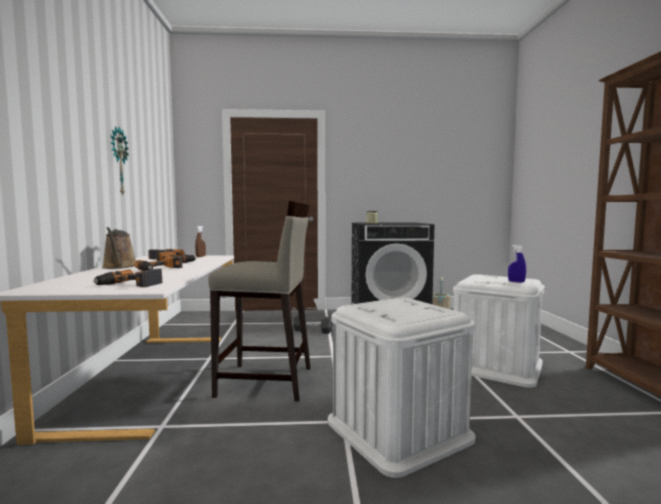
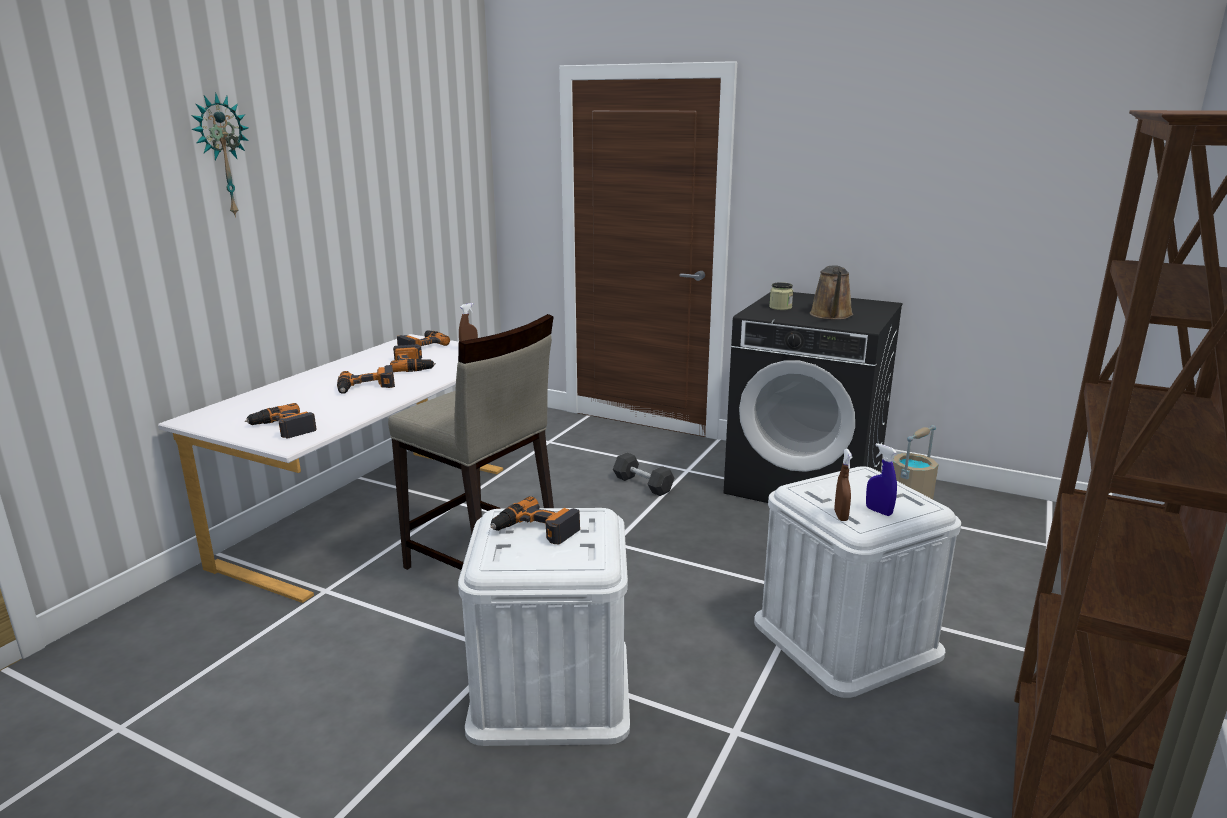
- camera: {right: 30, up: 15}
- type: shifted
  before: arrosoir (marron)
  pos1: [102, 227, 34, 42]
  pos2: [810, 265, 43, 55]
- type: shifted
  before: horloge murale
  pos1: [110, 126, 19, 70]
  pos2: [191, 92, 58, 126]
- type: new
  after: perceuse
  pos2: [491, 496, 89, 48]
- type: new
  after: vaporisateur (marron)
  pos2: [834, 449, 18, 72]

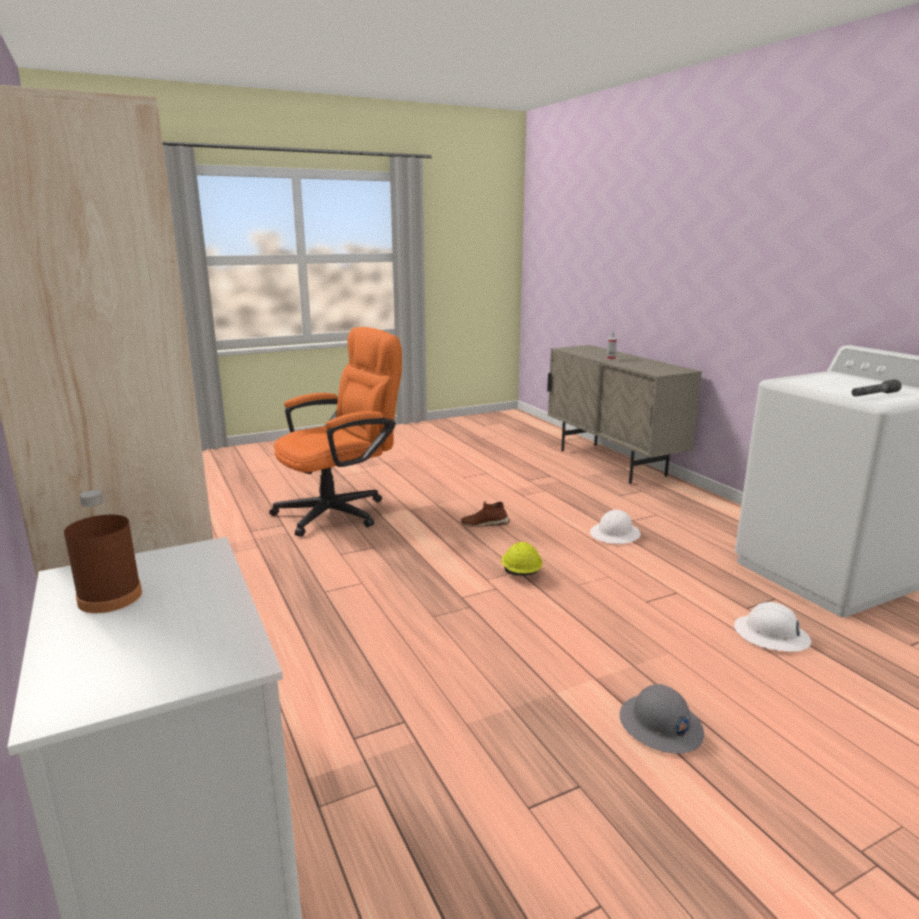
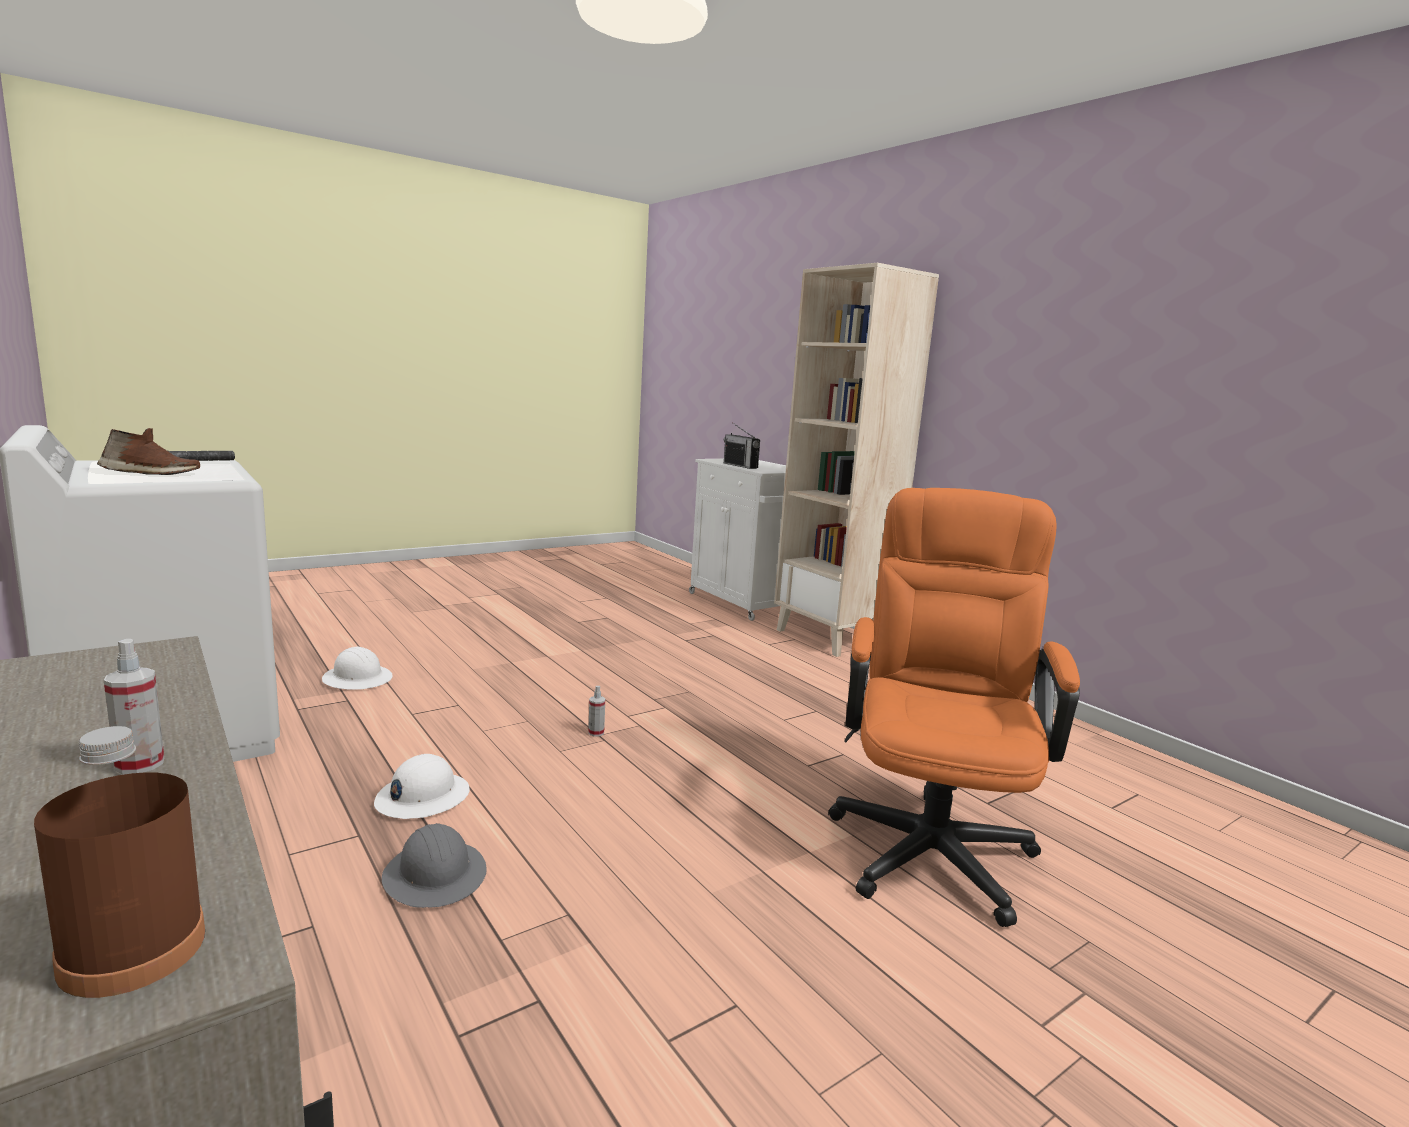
- camera: {right: 170, up: -5}
- type: shifted
  before: bouteille (marron)
  pos1: [64, 490, 78, 123]
  pos2: [34, 726, 171, 272]
- type: rotated
  before: chaise de bureau (orange)
  pos1: [269, 327, 133, 210]
  pos2: [828, 488, 252, 439]
  turn: 150
- type: shifted
  before: chaussure (marron)
  pos1: [461, 501, 49, 26]
  pos2: [97, 428, 103, 47]
- type: swapped
  before: casque de chantier (jaune)
  after: vaporisateur
  pos1: [501, 542, 42, 34]
  pos2: [588, 686, 17, 50]
- type: shifted
  before: casque de chantier (gris)
  pos1: [620, 684, 84, 70]
  pos2: [382, 823, 104, 85]
- type: new
  after: radio
  pos2: [724, 422, 36, 47]

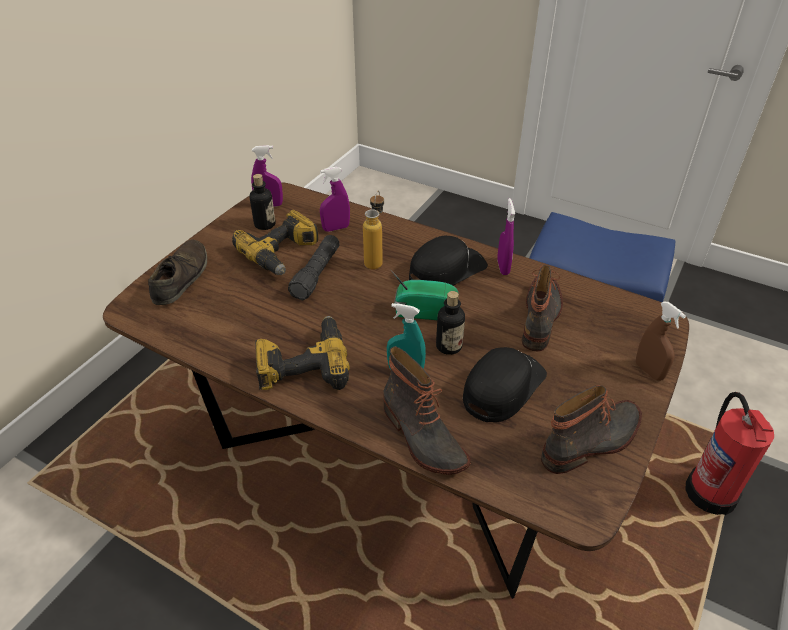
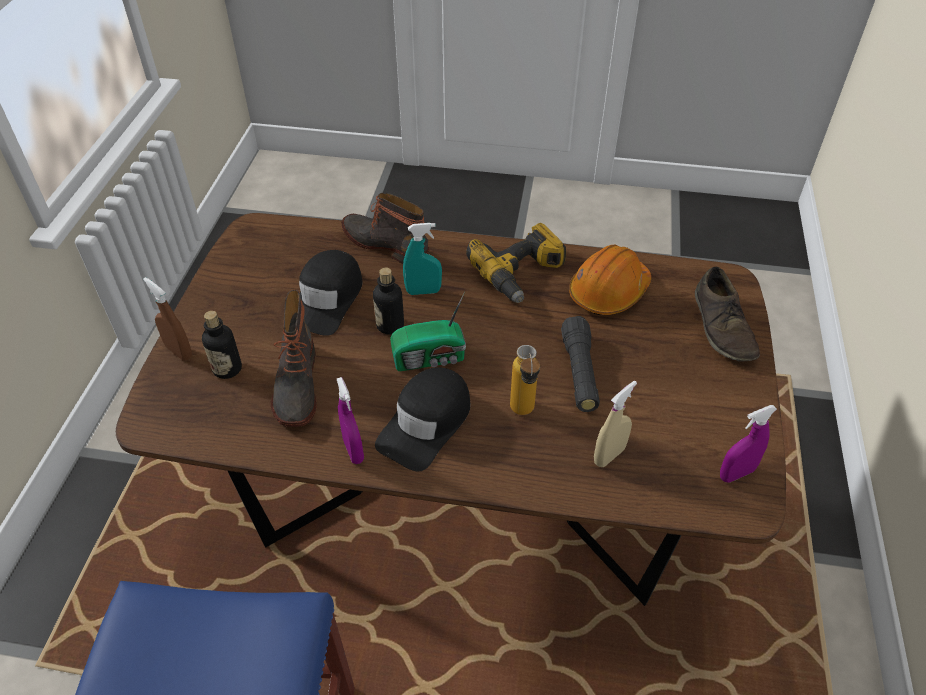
- camera: {right: 160, up: 5}
- type: gone
  before: perceuse
  pos1: [232, 210, 86, 65]
- type: shifted
  before: bouteille
  pos1: [250, 174, 26, 56]
  pos2: [202, 311, 40, 68]
- type: repainted
  before: vaporisateur (violet)
  after: vaporisateur (beige)
  pos1: [320, 167, 30, 65]
  pos2: [594, 381, 43, 86]
- type: gone
  before: botte
  pos1: [541, 385, 101, 89]
- type: gone
  before: extincteur
  pos1: [686, 392, 88, 123]
- type: new
  after: casque de chantier (orange)
  pos2: [569, 245, 82, 70]

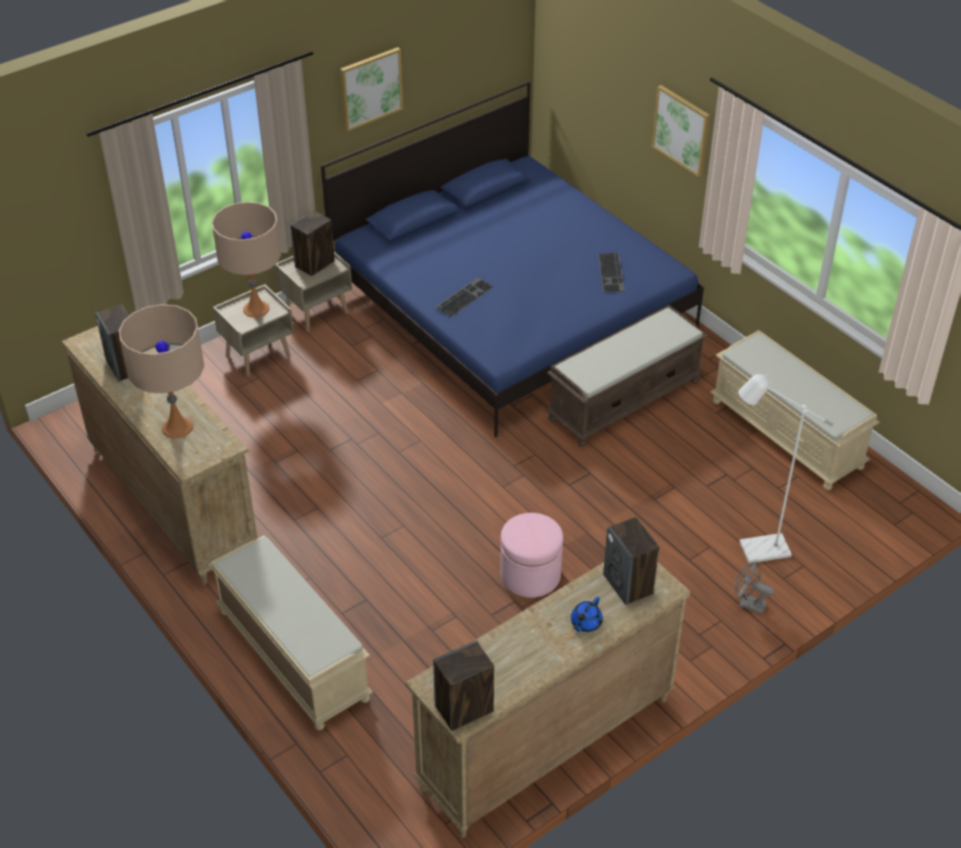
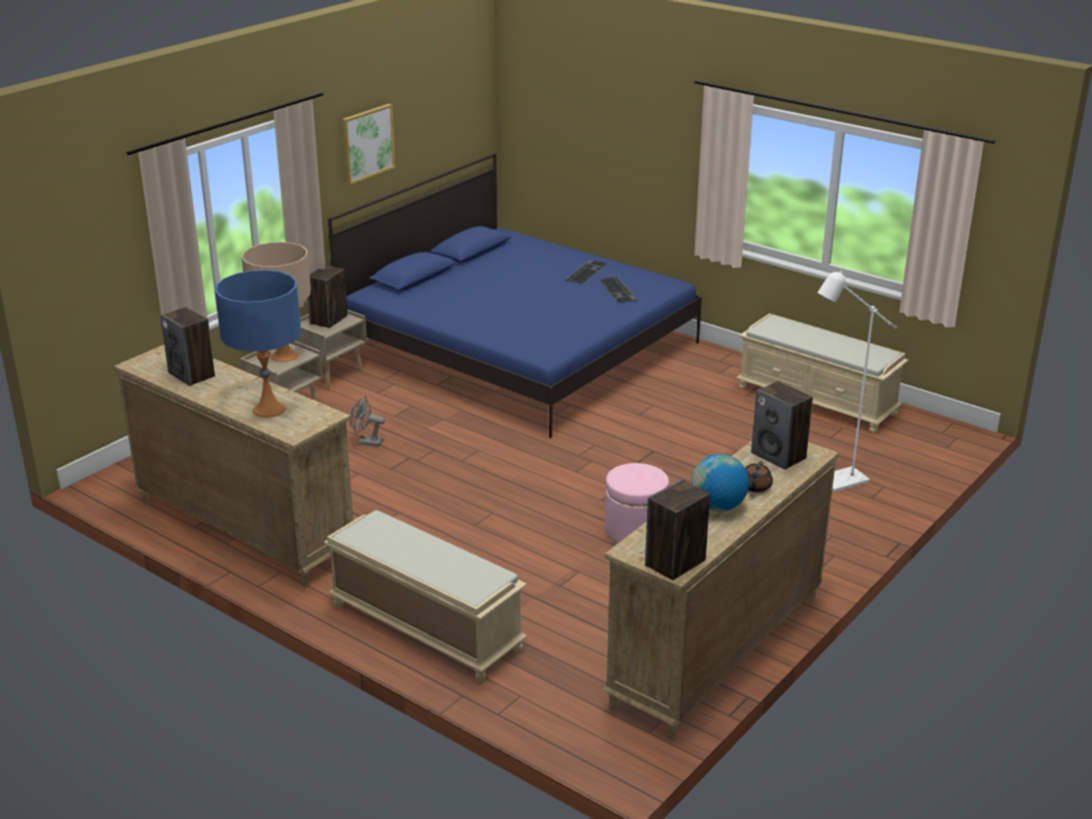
- camera: {right: -15, up: -15}
- type: repainted
  before: lampe de table (beige)
  after: lampe de table (bleu)
  pos1: [119, 304, 85, 135]
  pos2: [215, 270, 86, 148]
- type: shifted
  before: clavier
  pos1: [436, 277, 57, 40]
  pos2: [565, 259, 43, 25]
- type: gone
  before: banc (marron)
  pos1: [546, 305, 162, 142]
- type: repainted
  before: théière (bleu)
  after: théière (marron)
  pos1: [571, 597, 32, 35]
  pos2: [745, 461, 28, 31]
- type: gone
  before: tableau
  pos1: [652, 85, 58, 92]
- type: shifted
  before: ventilateur (gris)
  pos1: [735, 561, 40, 53]
  pos2: [350, 397, 35, 49]
- type: new
  after: globe
  pos2: [691, 454, 58, 57]

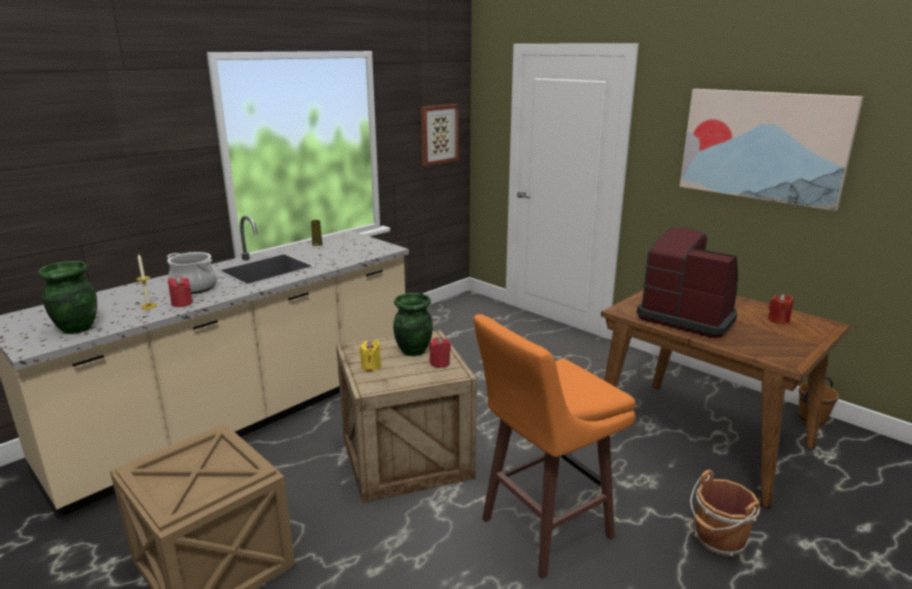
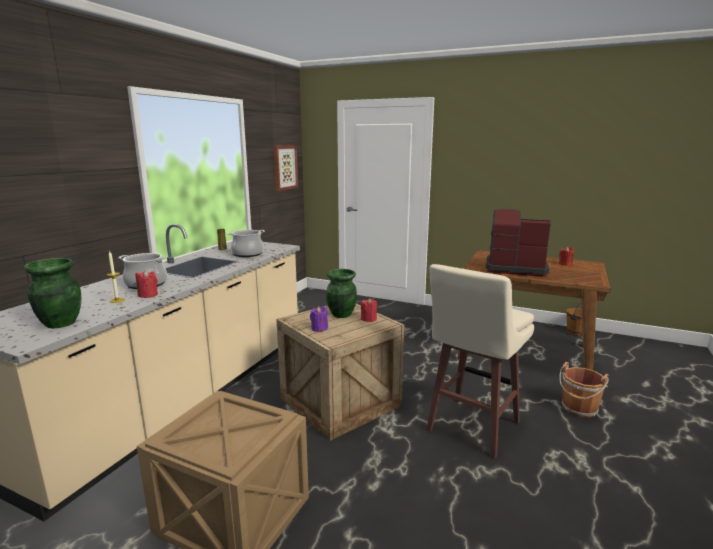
- camera: {right: -20, up: -5}
- type: repainted
  before: bougie (jaune)
  after: bougie (violet)
  pos1: [360, 340, 21, 31]
  pos2: [310, 306, 18, 26]
- type: repainted
  before: tabouret (orange)
  after: tabouret (beige)
  pos1: [473, 314, 162, 265]
  pos2: [426, 264, 108, 195]
- type: gone
  before: tableau
  pos1: [680, 89, 183, 122]
- type: new
  after: marmite
  pos2: [227, 230, 38, 27]

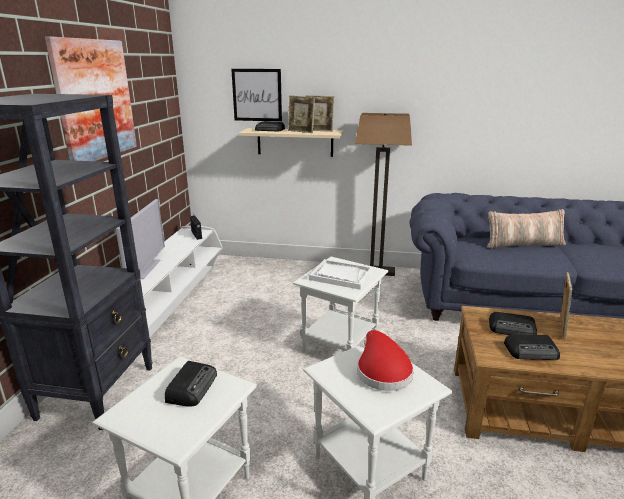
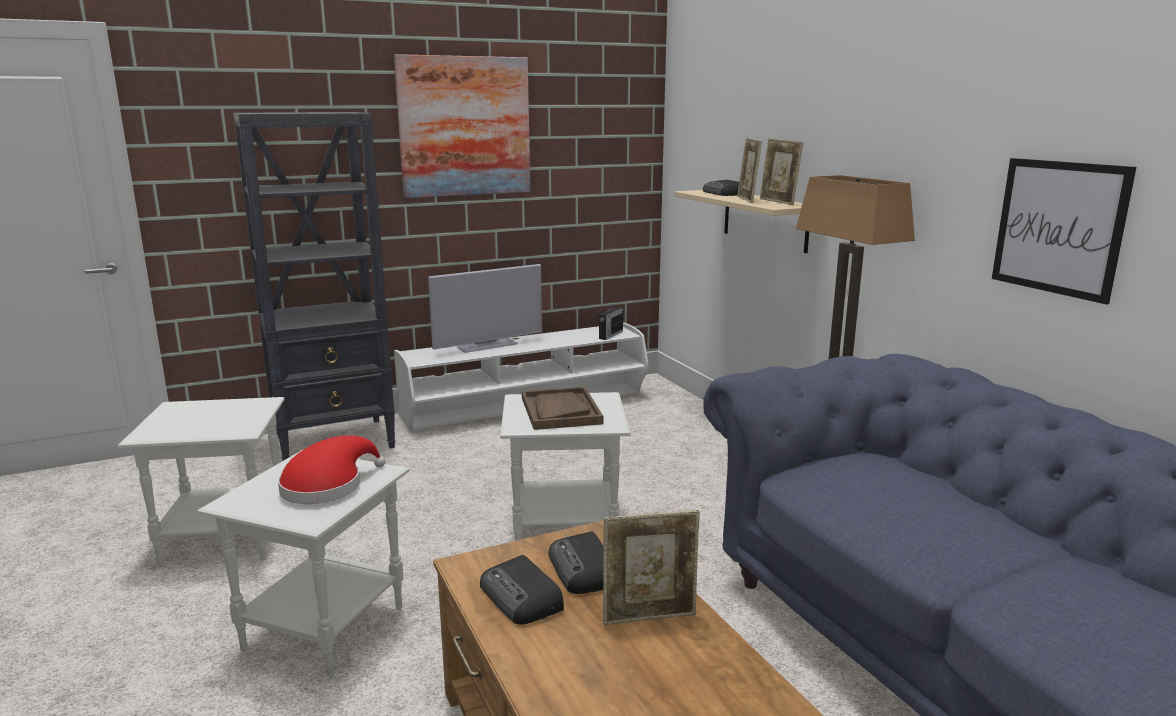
- camera: {right: 55, up: -5}
- type: gone
  before: radio
  pos1: [165, 361, 52, 46]
- type: shifted
  before: tableau
  pos1: [231, 69, 51, 53]
  pos2: [992, 158, 145, 147]
- type: repainted
  before: plateau (blanc)
  after: plateau (marron)
  pos1: [309, 259, 64, 31]
  pos2: [522, 387, 81, 43]
- type: gone
  before: coussin
  pos1: [487, 209, 79, 39]

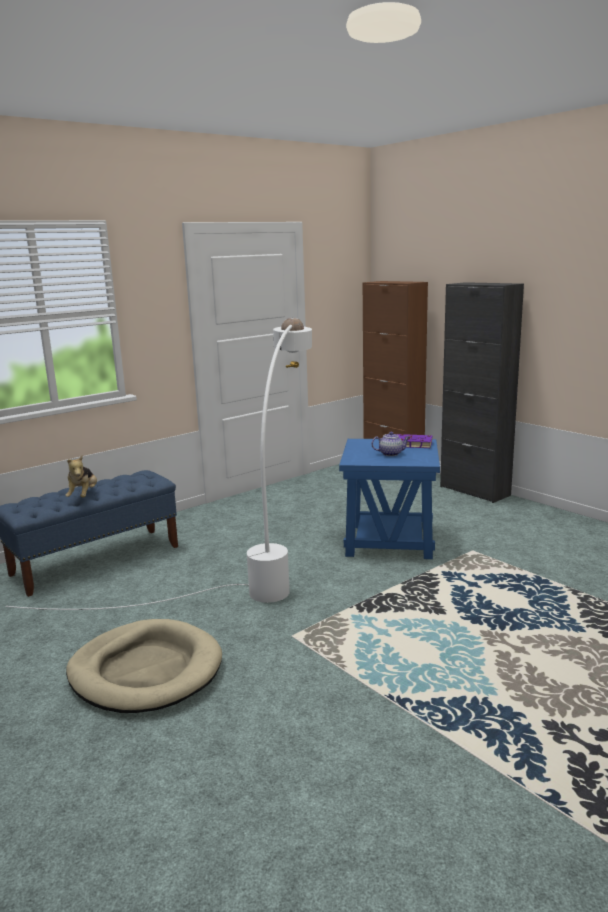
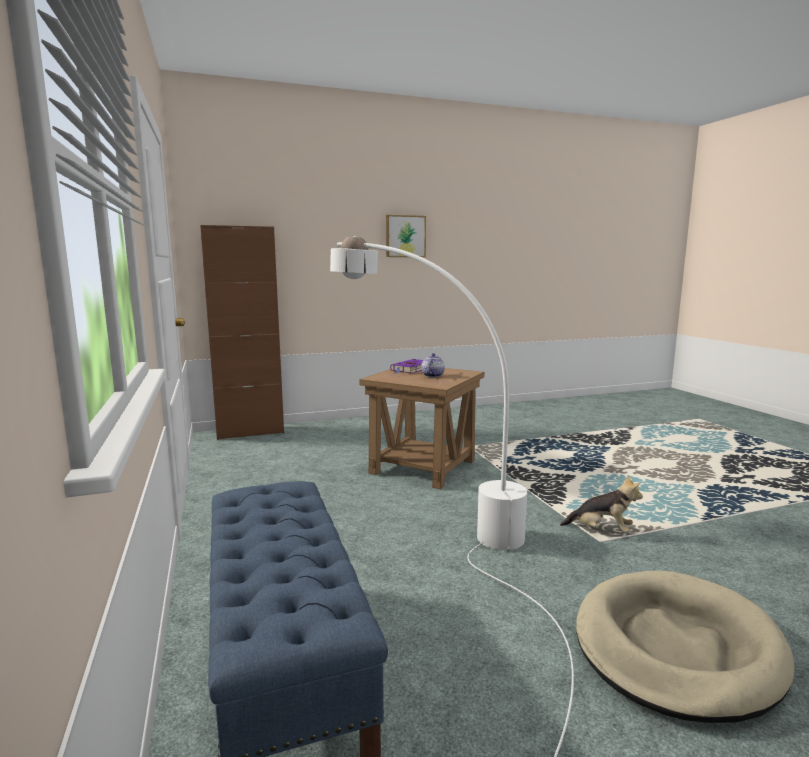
- camera: {right: -70, up: -5}
- type: shifted
  before: peluche
  pos1: [65, 455, 32, 42]
  pos2: [560, 475, 83, 58]
- type: repainted
  before: table d'appoint (bleu)
  after: table d'appoint (marron)
  pos1: [339, 439, 101, 120]
  pos2: [359, 368, 125, 121]
- type: gone
  before: meuble de rangement (noir)
  pos1: [440, 282, 84, 221]
- type: new
  after: tableau
  pos2: [386, 215, 40, 42]

